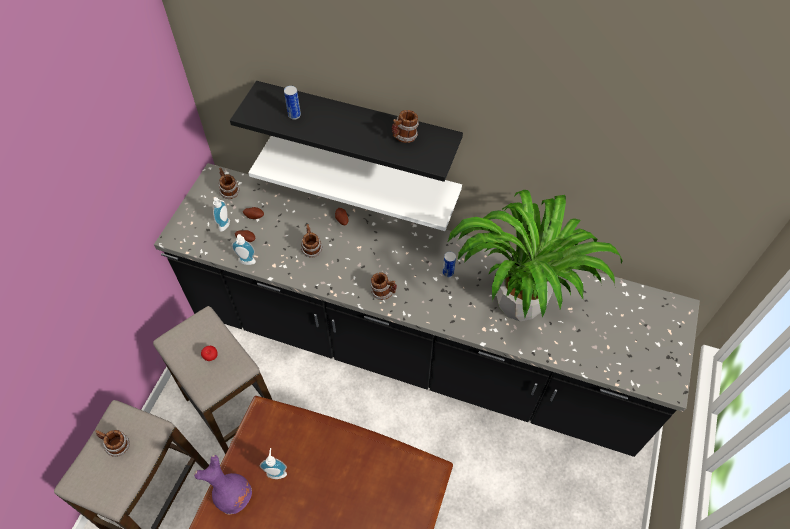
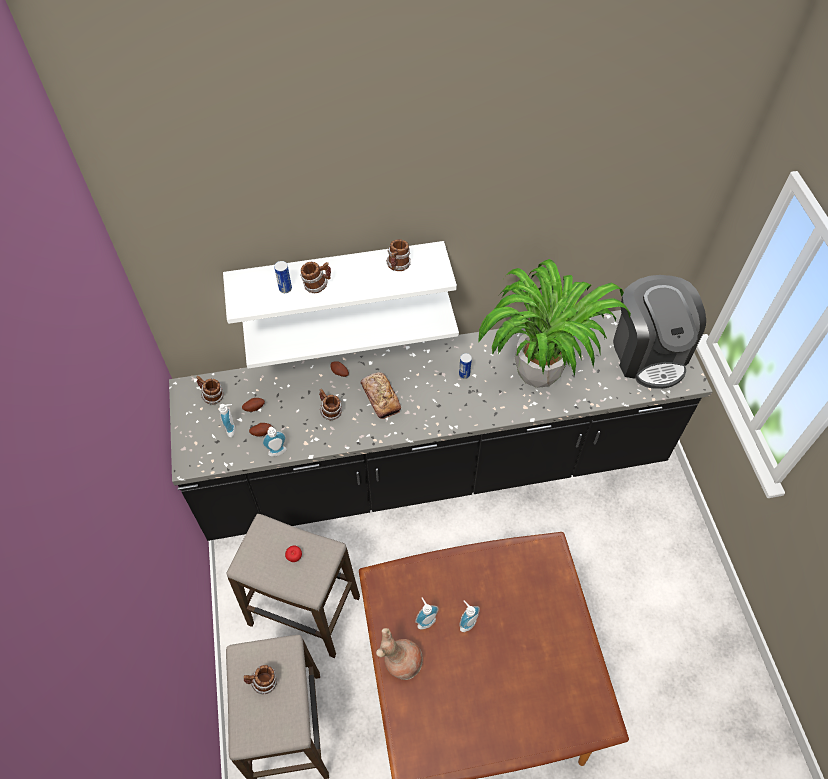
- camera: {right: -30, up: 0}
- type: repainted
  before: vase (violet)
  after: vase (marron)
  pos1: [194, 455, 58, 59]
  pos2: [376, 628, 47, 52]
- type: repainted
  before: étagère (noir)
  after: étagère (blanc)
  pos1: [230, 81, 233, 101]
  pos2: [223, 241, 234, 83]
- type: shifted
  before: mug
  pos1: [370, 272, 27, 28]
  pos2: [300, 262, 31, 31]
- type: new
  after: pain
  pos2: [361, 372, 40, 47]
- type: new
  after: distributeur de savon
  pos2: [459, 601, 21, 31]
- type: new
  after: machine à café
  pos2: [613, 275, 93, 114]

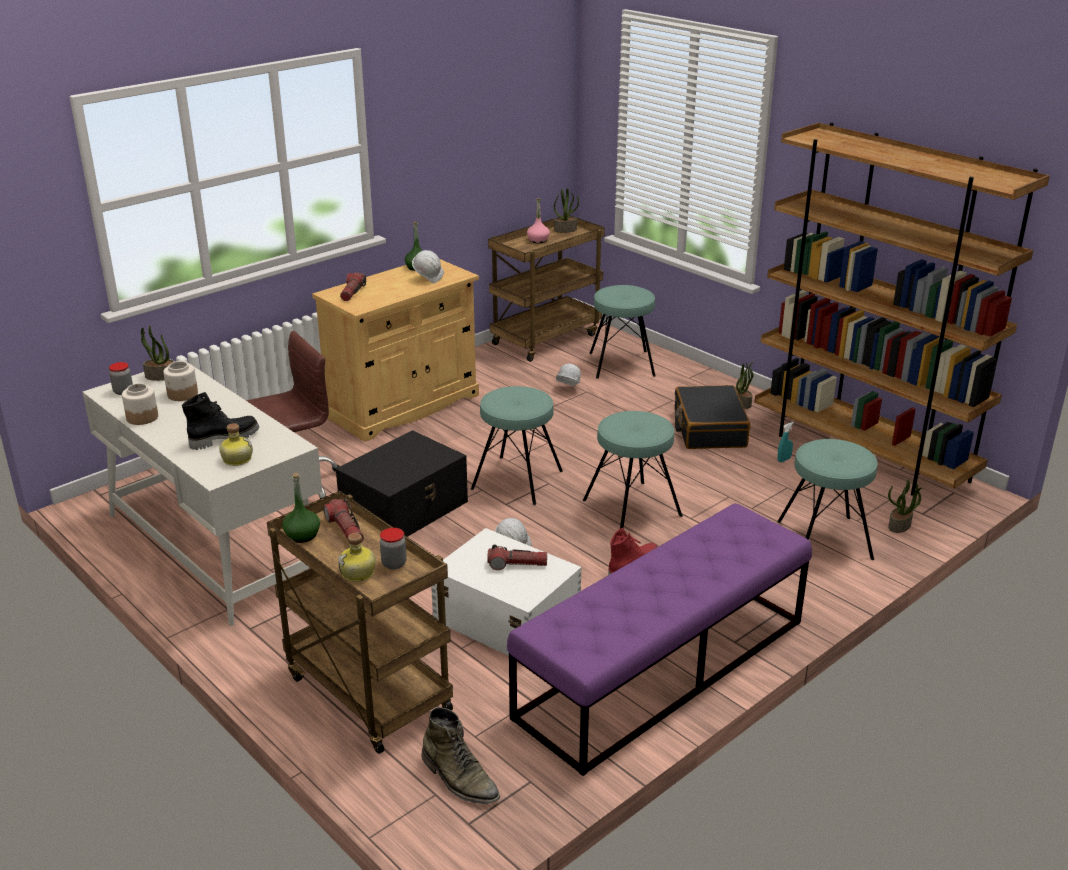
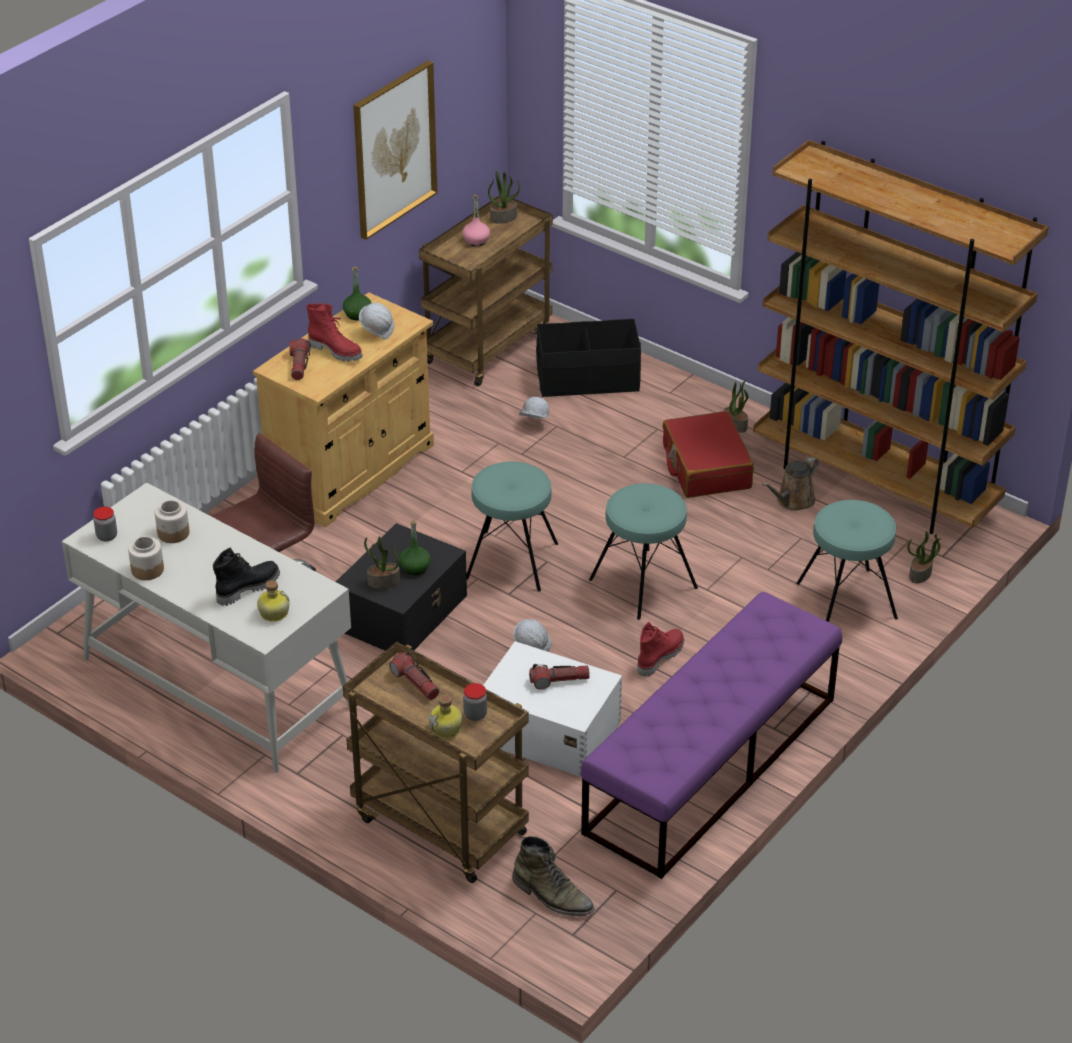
- camera: {right: -10, up: 10}
- type: shifted
  before: plante en pot
  pos1: [141, 325, 33, 56]
  pos2: [364, 536, 36, 53]
- type: shifted
  before: bouteille (vert)
  pos1: [282, 473, 38, 70]
  pos2: [399, 520, 32, 55]
- type: swapped
  before: tabouret (turquoise)
  after: boîte de rangement (noir)
  pos1: [590, 285, 65, 94]
  pos2: [536, 319, 105, 78]
- type: repainted
  before: valise (noir)
  after: valise (rouge)
  pos1: [675, 385, 75, 64]
  pos2: [663, 411, 91, 87]
- type: swapped
  before: vaporisateur (turquoise)
  after: arrosoir (marron)
  pos1: [777, 422, 17, 40]
  pos2: [762, 457, 57, 54]
- type: new
  after: botte (rouge)
  pos2: [306, 304, 57, 58]
- type: new
  after: tableau
  pos2: [353, 61, 84, 179]

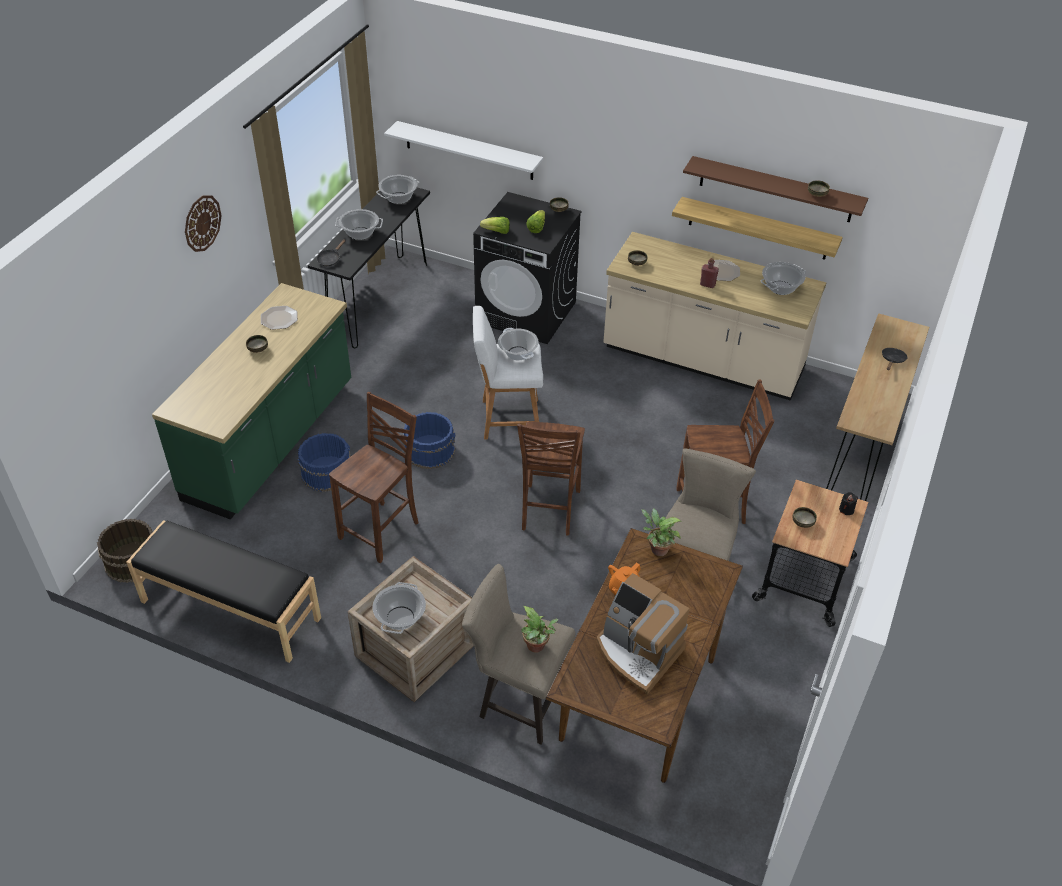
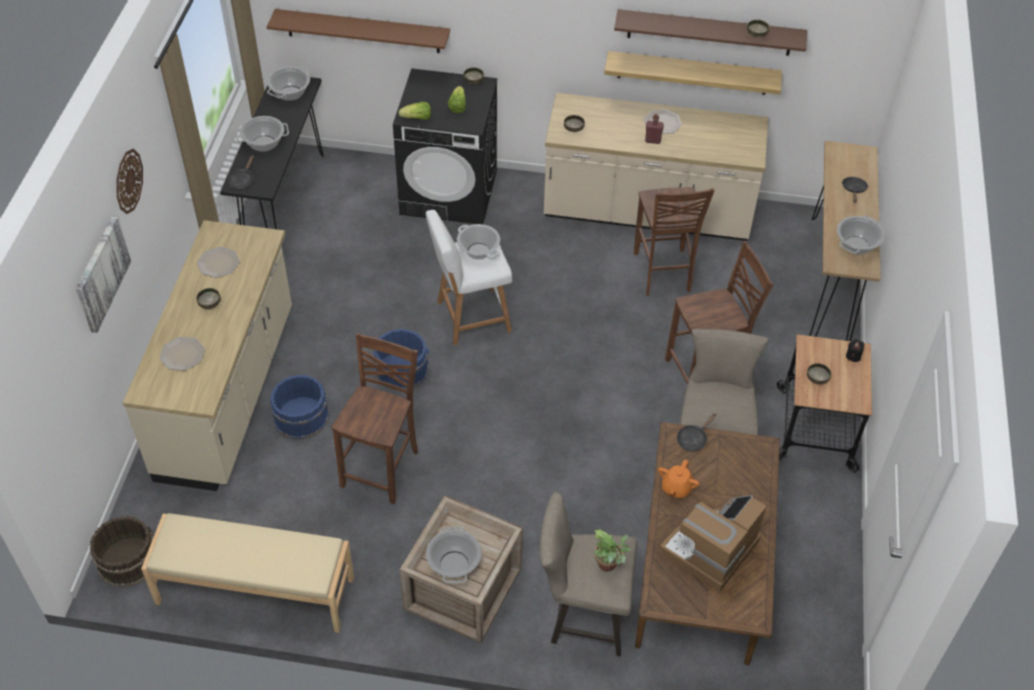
- camera: {right: -15, up: 5}
- type: repainted
  before: banc (noir)
  after: banc (beige)
  pos1: [126, 520, 195, 143]
  pos2: [141, 513, 213, 120]
- type: repainted
  before: comptoir de cuisine (vert)
  after: comptoir de cuisine (beige)
  pos1: [152, 283, 199, 237]
  pos2: [123, 220, 169, 271]
- type: repainted
  before: étagère (blanc)
  after: étagère (marron)
  pos1: [384, 121, 159, 59]
  pos2: [267, 9, 183, 44]
- type: shifted
  before: chaise (marron)
  pos1: [517, 422, 68, 114]
  pos2: [634, 187, 81, 109]
- type: rotated
  before: machine à café
  pos1: [597, 573, 92, 121]
  pos2: [660, 495, 107, 97]
  turn: 105
- type: swapped
  before: plante en pot
  after: poêle (noir)
  pos1: [641, 508, 41, 48]
  pos2: [677, 413, 40, 38]
- type: shifted
  before: marmite
  pos1: [761, 262, 45, 33]
  pos2: [837, 216, 48, 39]
- type: new
  after: tableau
  pos2: [76, 216, 55, 117]
- type: new
  after: assiette
  pos2: [159, 337, 46, 34]

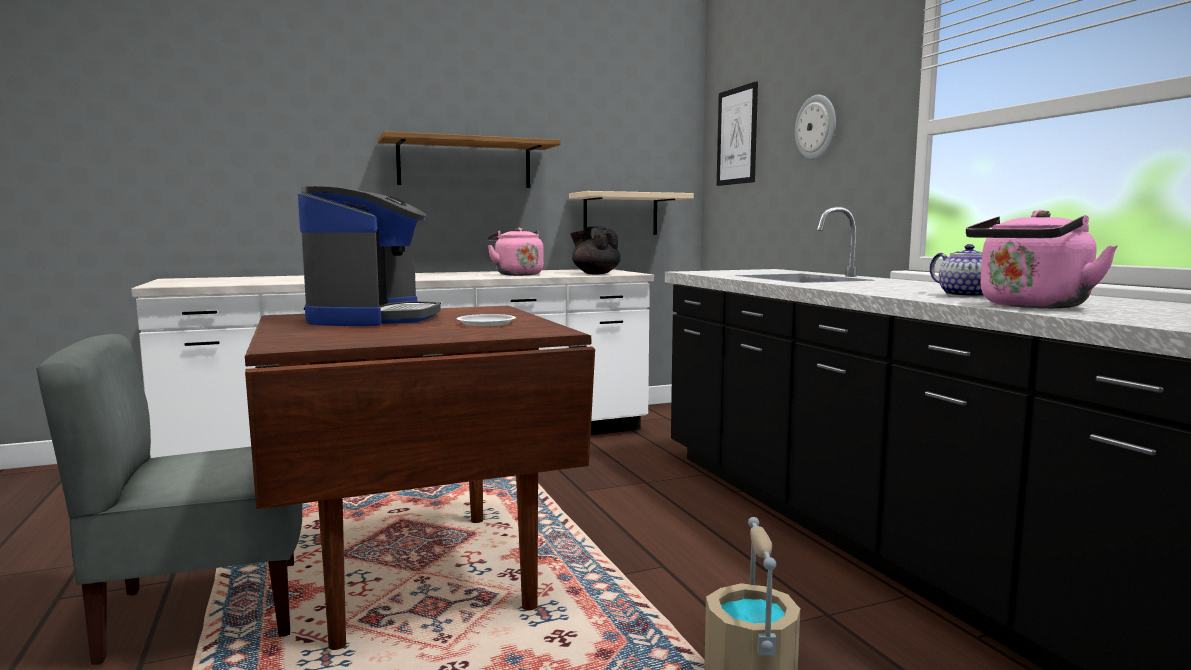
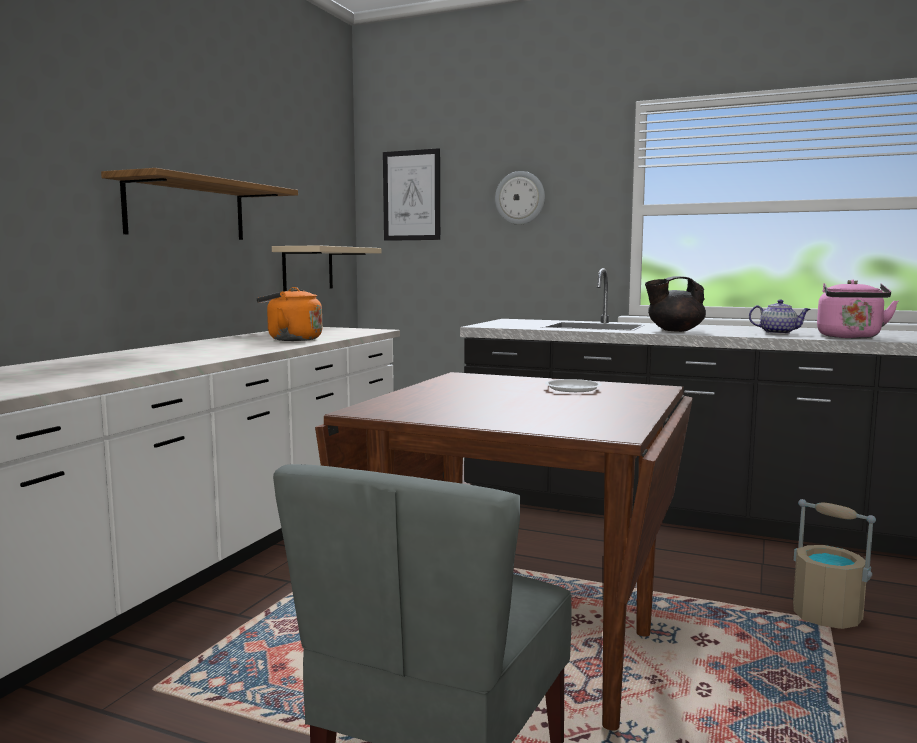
- camera: {right: -45, up: 0}
- type: gone
  before: machine à café
  pos1: [298, 186, 143, 140]
- type: repainted
  before: bouilloire (rose)
  after: bouilloire (orange)
  pos1: [488, 227, 56, 49]
  pos2: [256, 287, 66, 54]
- type: shifted
  before: théière (noir)
  pos1: [570, 226, 51, 48]
  pos2: [645, 276, 61, 56]

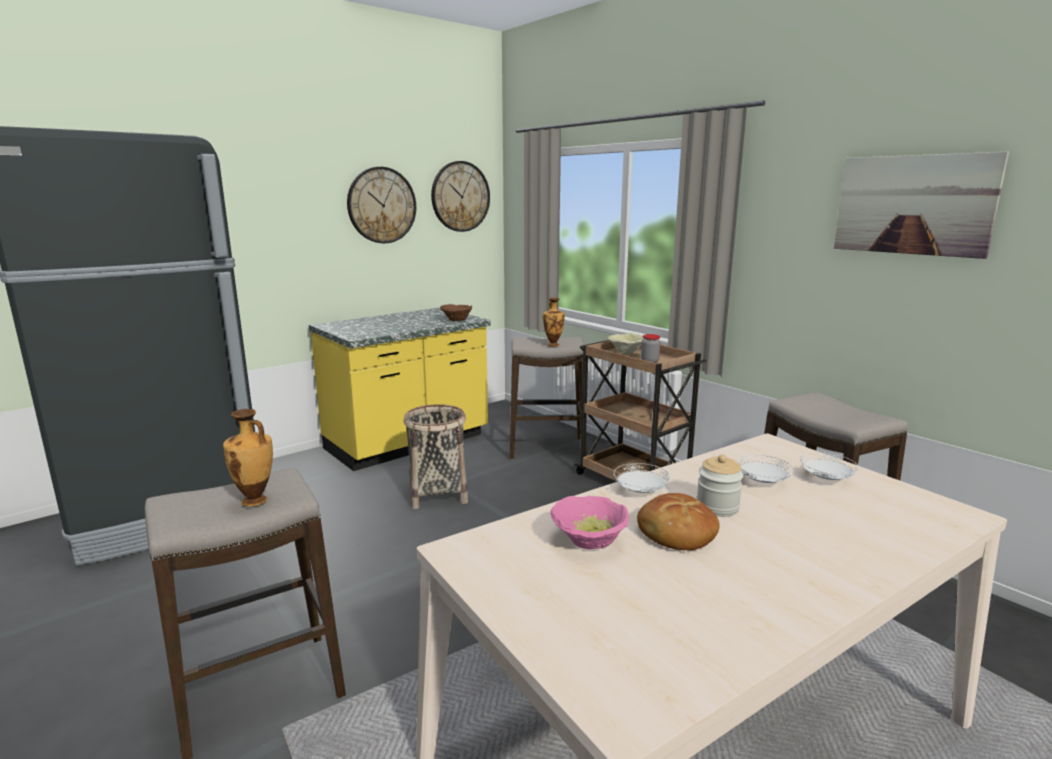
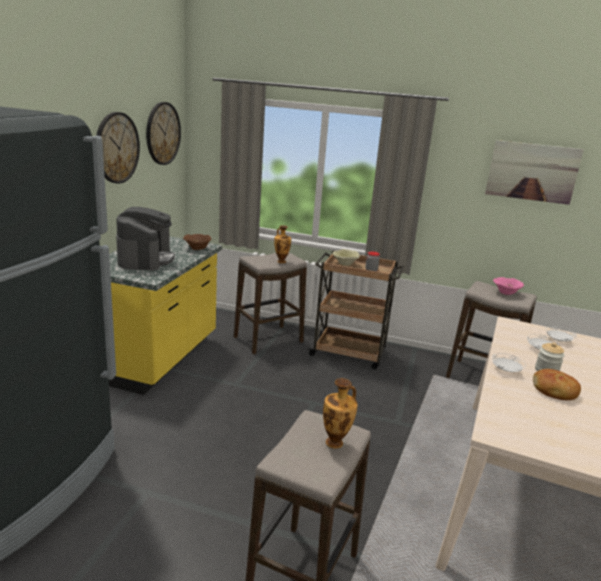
- camera: {right: -35, up: 5}
- type: gone
  before: panier
  pos1: [403, 404, 65, 105]
- type: shifted
  before: bol (rose)
  pos1: [550, 496, 79, 53]
  pos2: [493, 277, 31, 18]
- type: new
  after: machine à café
  pos2: [116, 207, 59, 64]

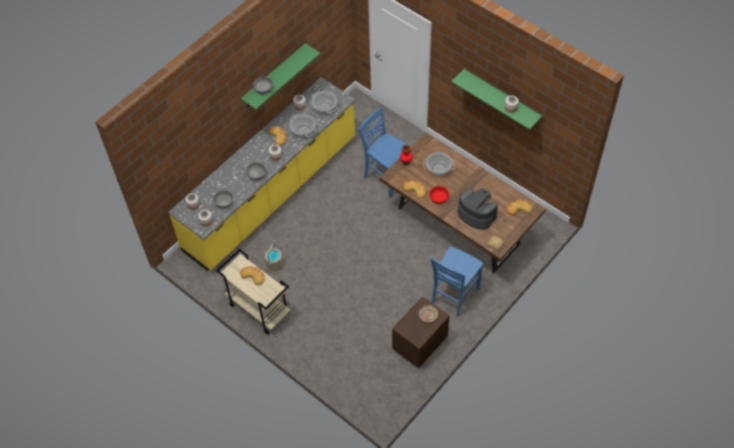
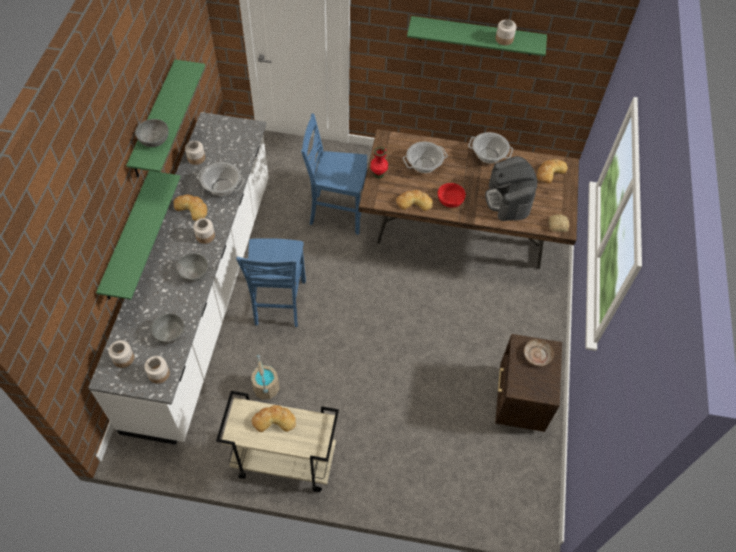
- camera: {right: -35, up: 0}
- type: repainted
  before: comptoir de cuisine (jaune)
  after: comptoir de cuisine (blanc)
  pos1: [168, 77, 188, 194]
  pos2: [88, 112, 180, 333]
- type: shifted
  before: marmite
  pos1: [311, 91, 26, 22]
  pos2: [468, 132, 45, 31]
- type: shifted
  before: chaise (bleu)
  pos1: [430, 246, 53, 71]
  pos2: [236, 238, 70, 89]
- type: rotated
  before: machine à café
  pos1: [458, 188, 40, 42]
  pos2: [485, 156, 52, 65]
  turn: -105
- type: new
  after: étagère (vert)
  pos2: [96, 171, 84, 129]

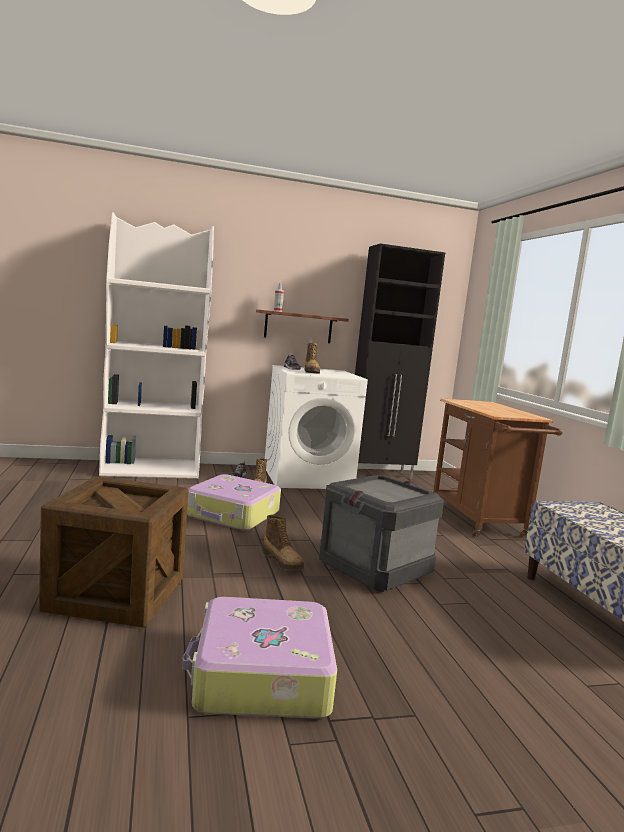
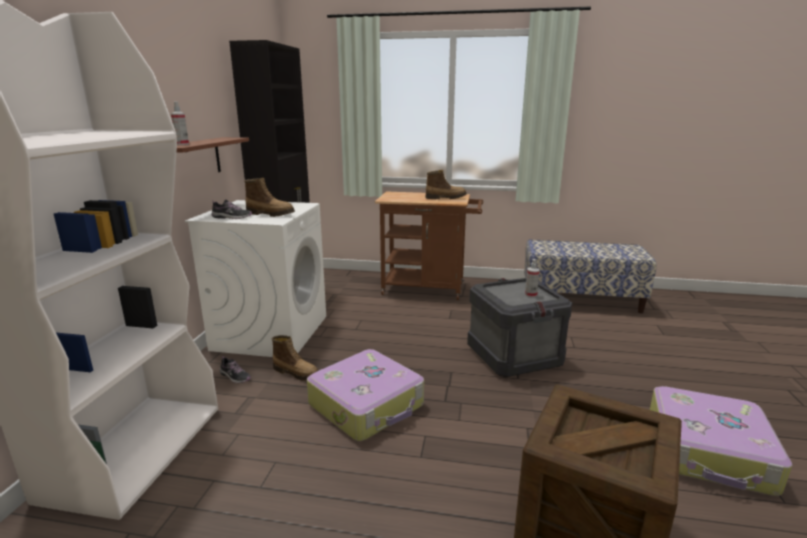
- camera: {right: -65, up: 10}
- type: shifted
  before: botte
  pos1: [263, 515, 41, 56]
  pos2: [425, 170, 42, 29]
- type: new
  after: vaporisateur
  pos2: [525, 259, 15, 38]

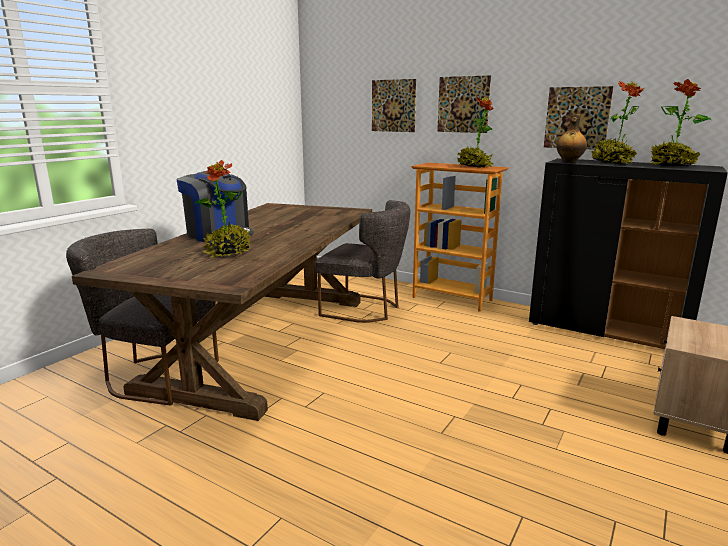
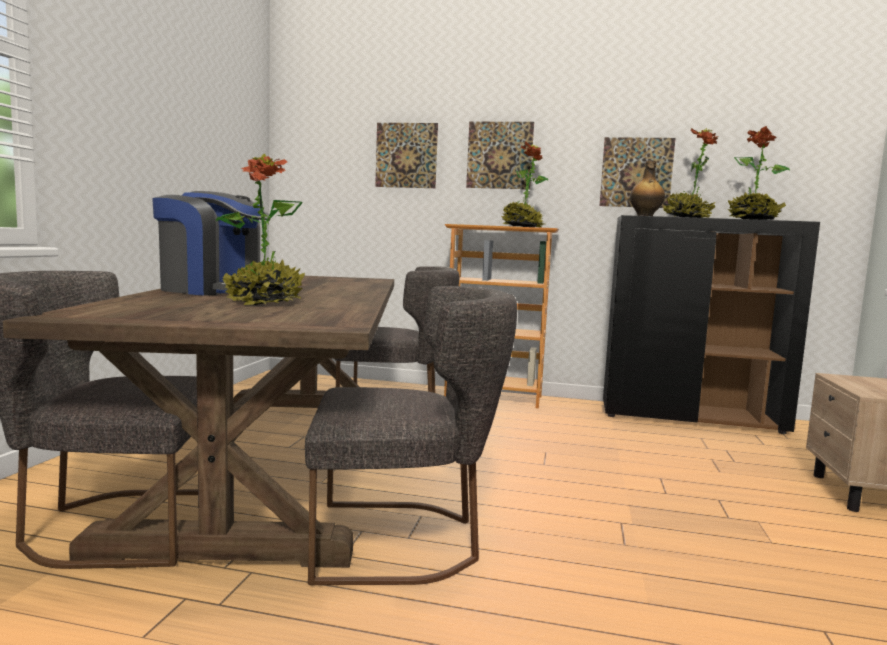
- camera: {right: -20, up: -10}
- type: new
  after: chaise (gris)
  pos2: [305, 286, 212, 299]

